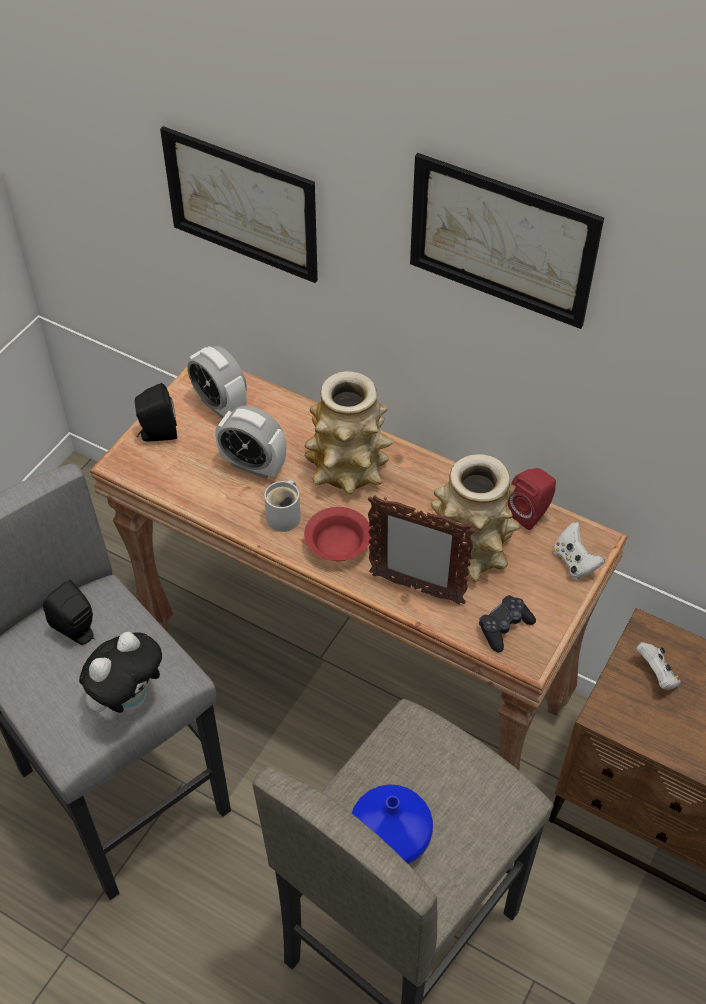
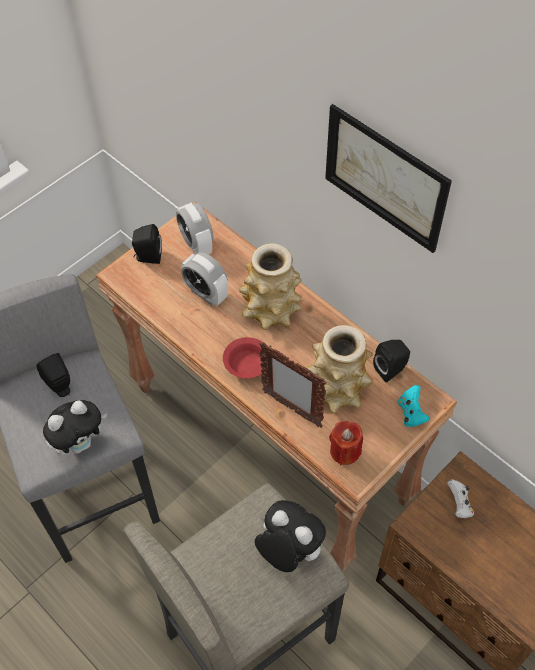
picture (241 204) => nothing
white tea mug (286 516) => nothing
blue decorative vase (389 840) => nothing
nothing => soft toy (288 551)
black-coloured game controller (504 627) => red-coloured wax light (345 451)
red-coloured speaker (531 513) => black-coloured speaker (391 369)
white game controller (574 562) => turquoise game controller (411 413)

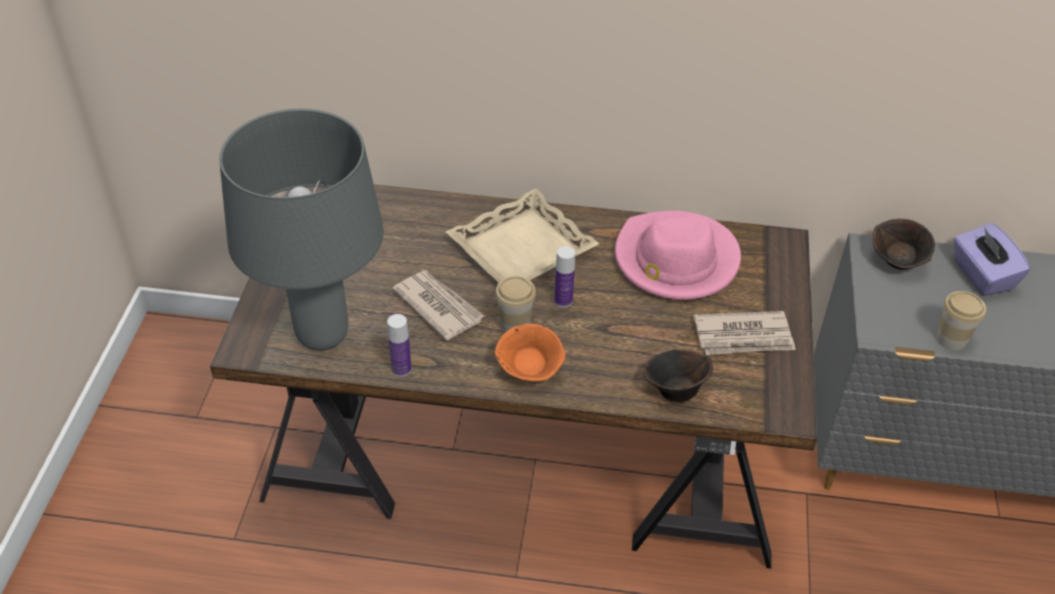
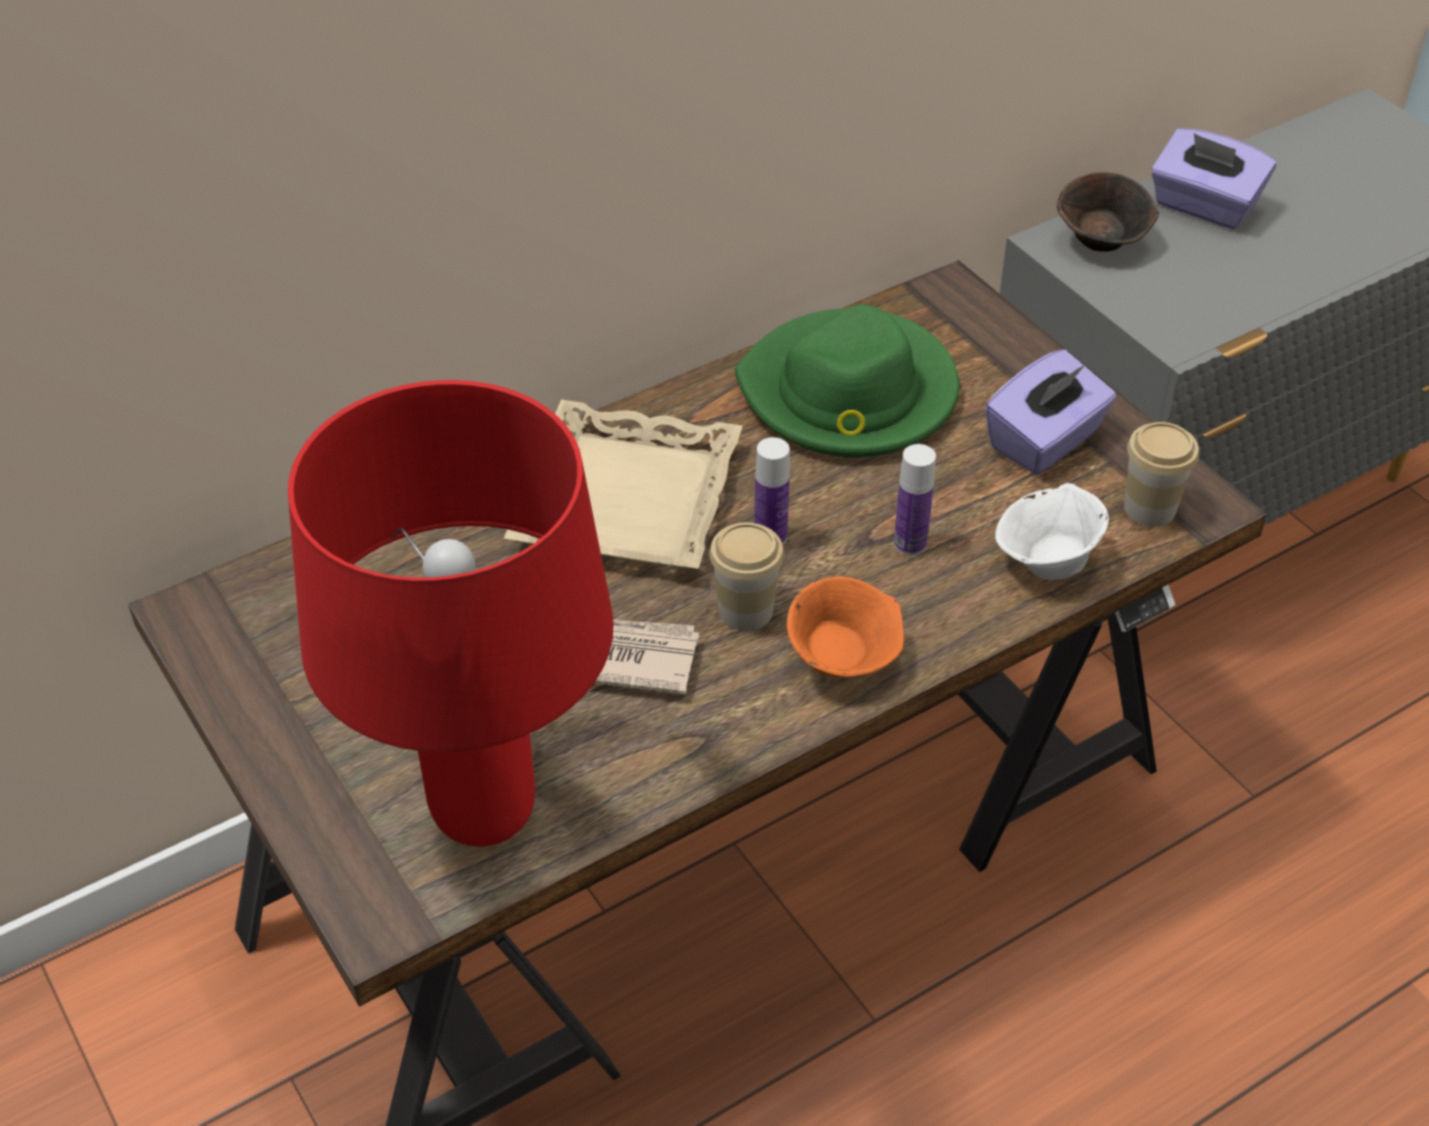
bottle (401 369) => bottle (910 543), shifted
cup (951 339) => cup (1149 508), shifted
printed paper (744 337) => purplish tissue box (1045 441)
gray lamp for a table (324 335) => red-coloured lamp for a table (486 812)
pink-coloured wearable hat (675 260) => green-coloured wearable hat (849 394)
brownish bowl (674 390) => white bowl (1046 563)

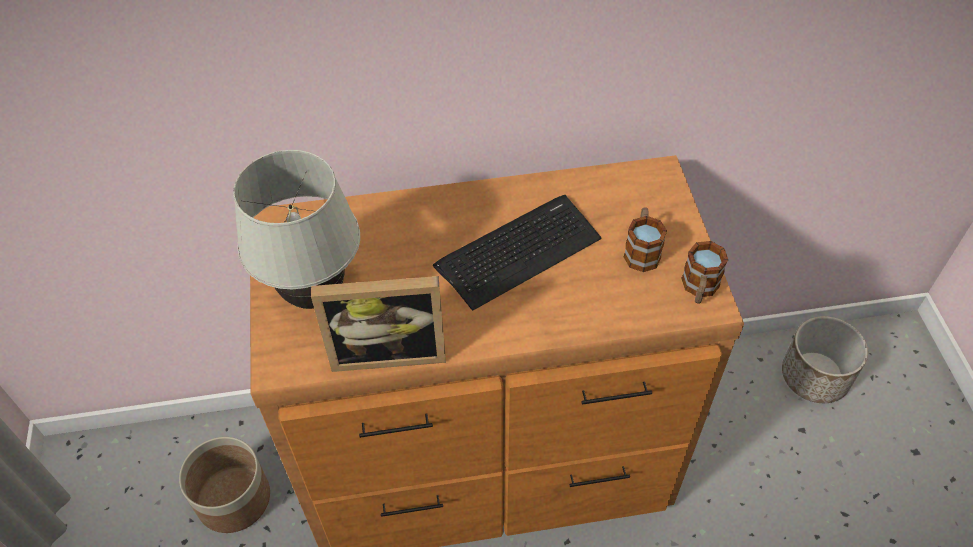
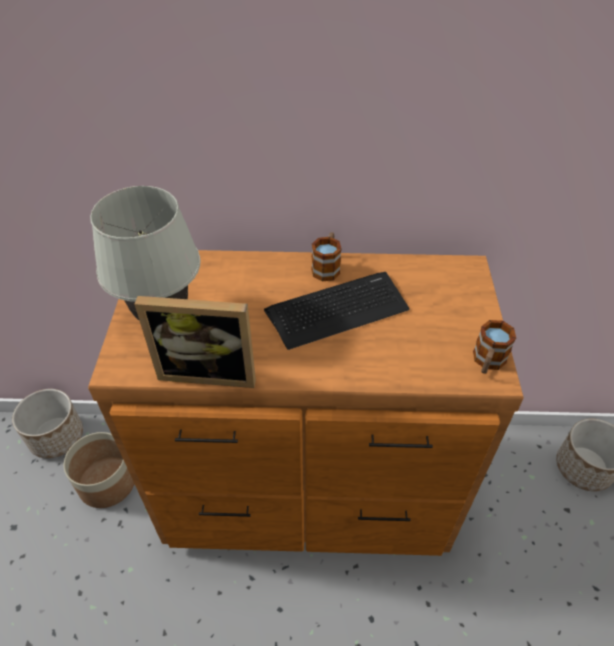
nothing => plant pot (57 437)
tea mug (641 250) => tea mug (327 267), shifted

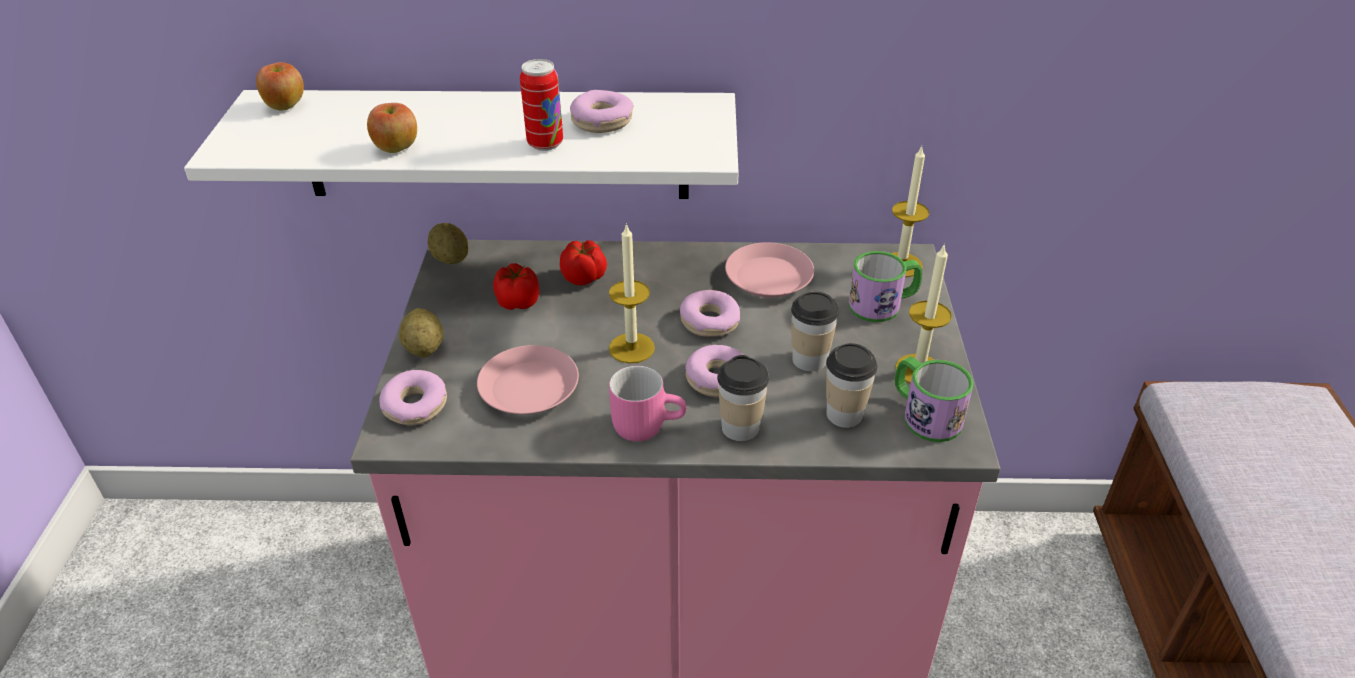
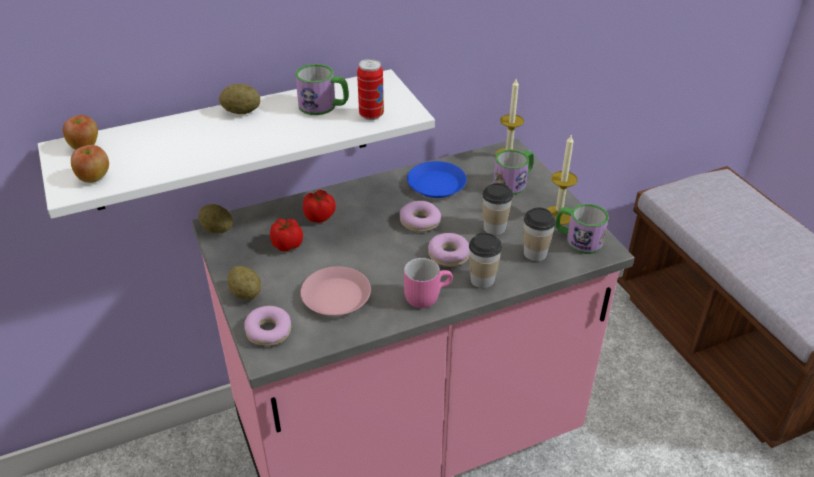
wax light (631 348) => nothing
nothing => spud (241 112)
whole apple (397 148) => whole apple (94 178), shifted
sealed can (545 144) => sealed can (371 115), shifted
donut (602 121) => tea mug (324 106)
pink-coloured flat dish (768 277) => blue flat dish (436 184)

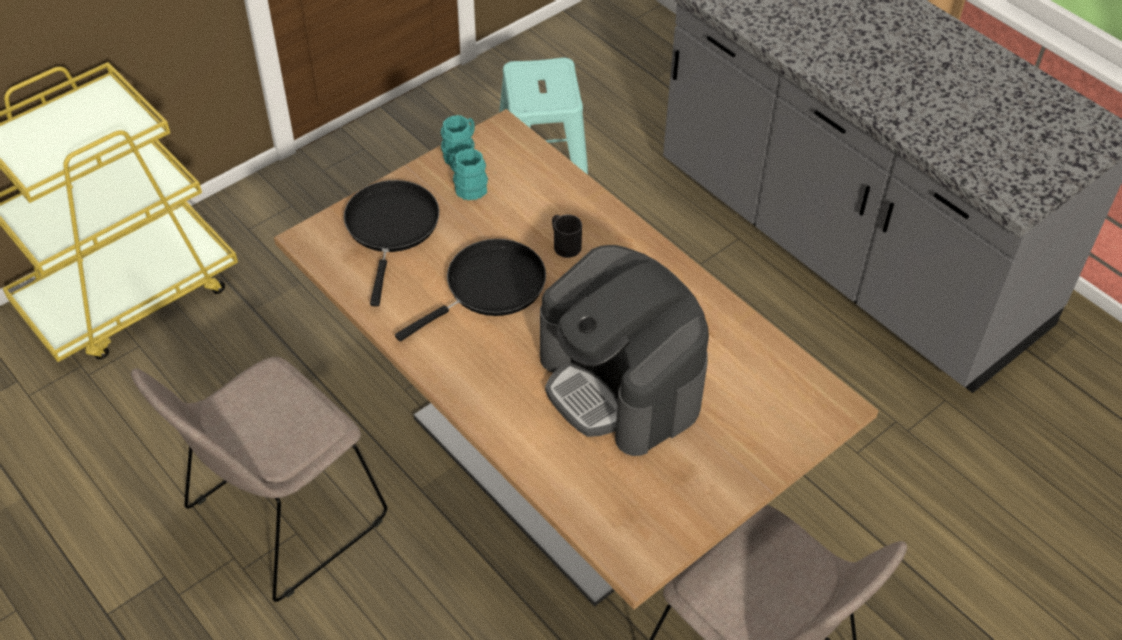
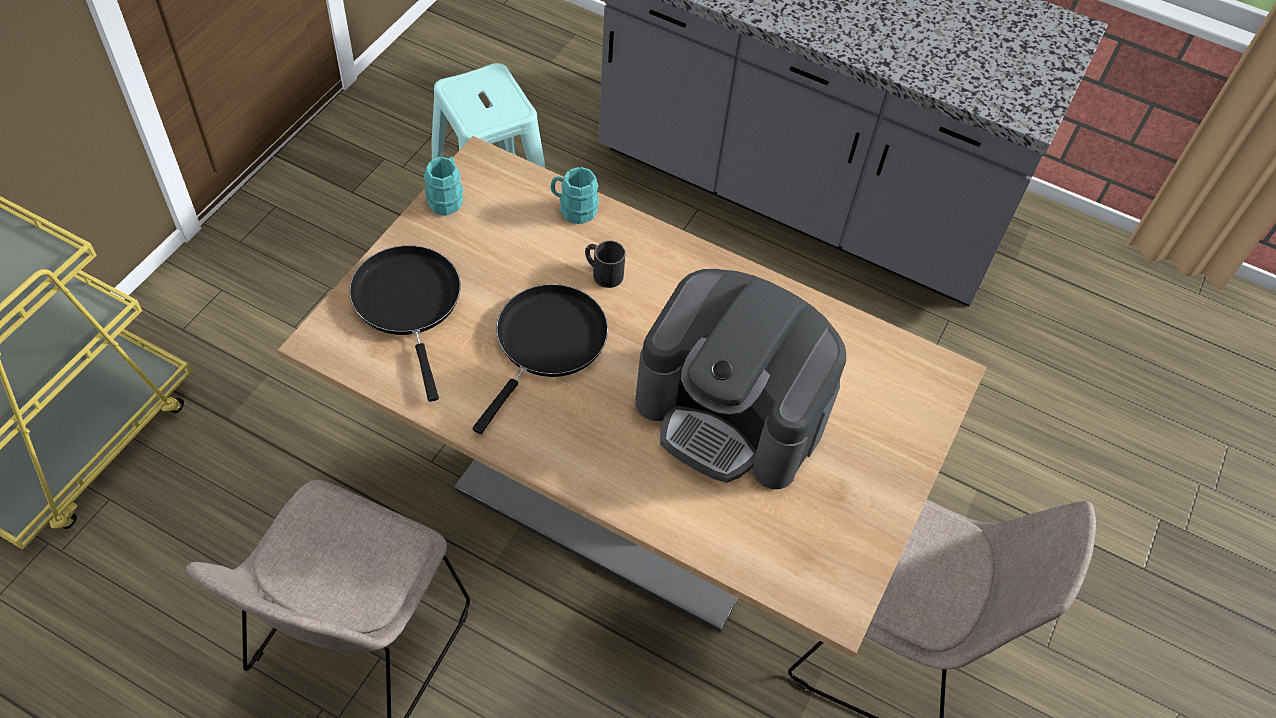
turquoise tea mug (467 187) => turquoise tea mug (573 209), shifted

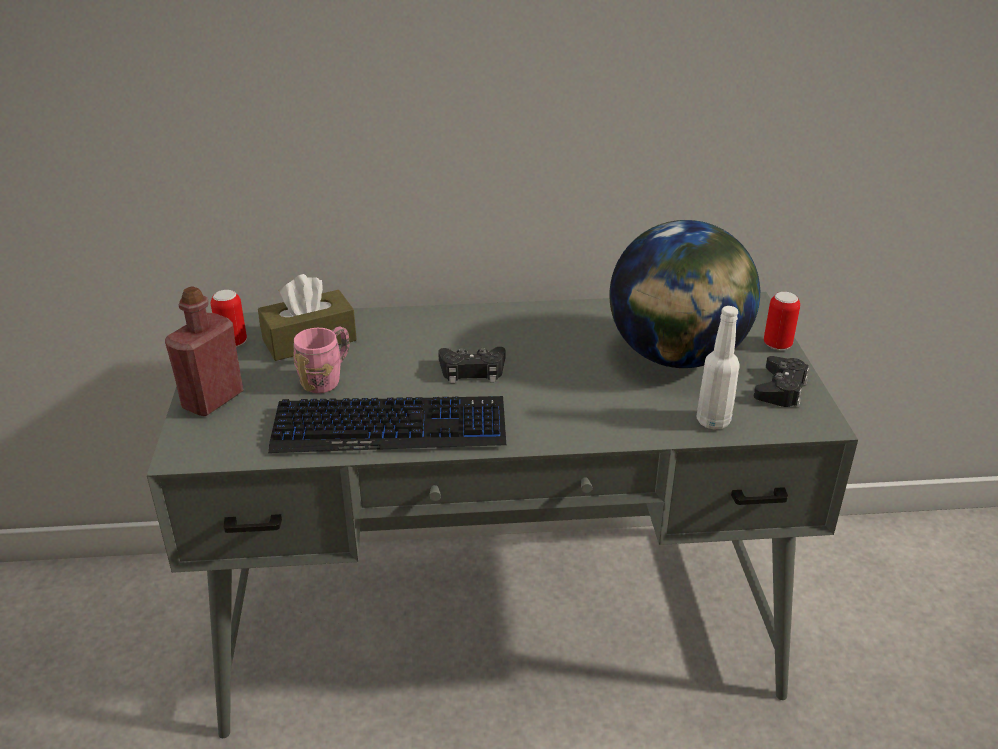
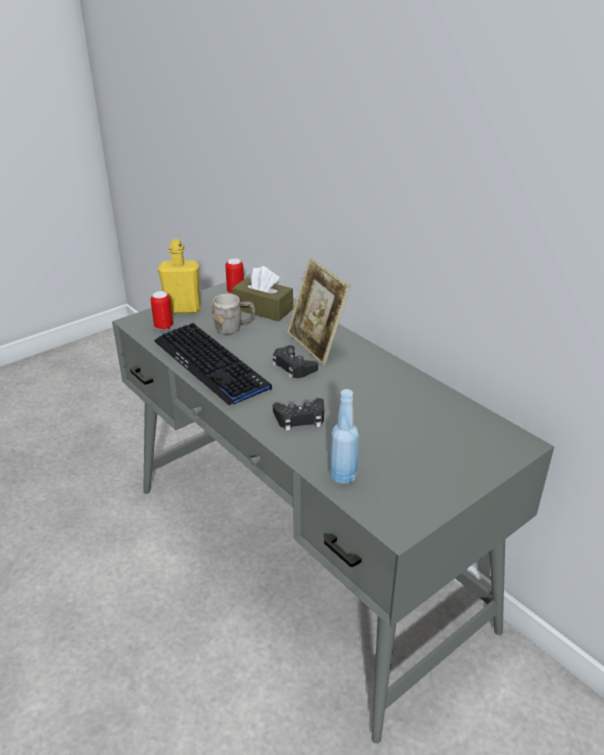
globe (676 356) => nothing
nothing => standing frame (316 346)
black-coloured game controller (781 389) => black-coloured game controller (300 418), shifted
sealed can (777 345) => sealed can (163 327), shifted
red-coloured bottle (212 400) => yellowish bottle (183 309)
pink-coloured tea mug (327 378) => gray tea mug (234 328)
white bottle (713 421) => blue bottle (343 476)

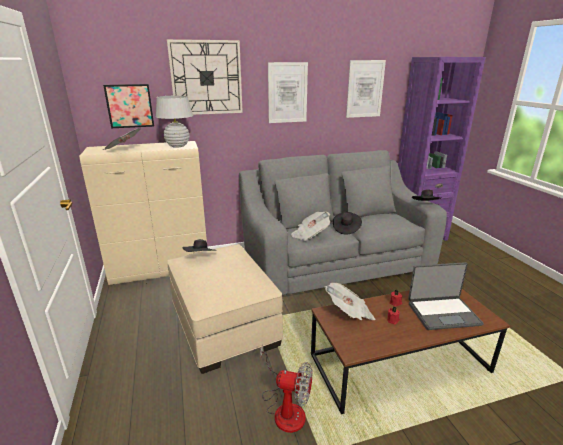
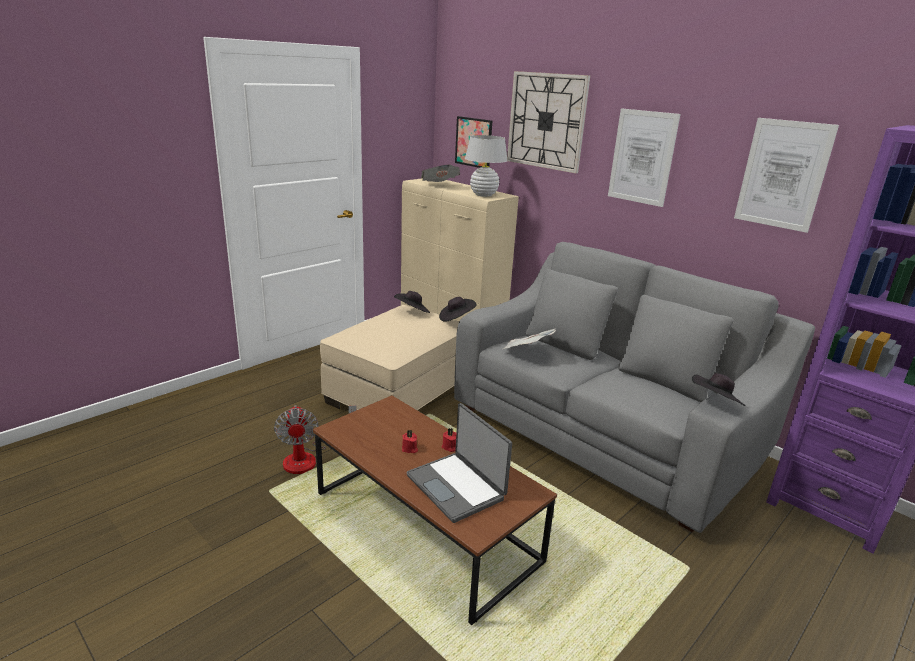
printed paper (349 313) => nothing
black-coloured wearable hat (346 229) => black-coloured wearable hat (456 318), shifted

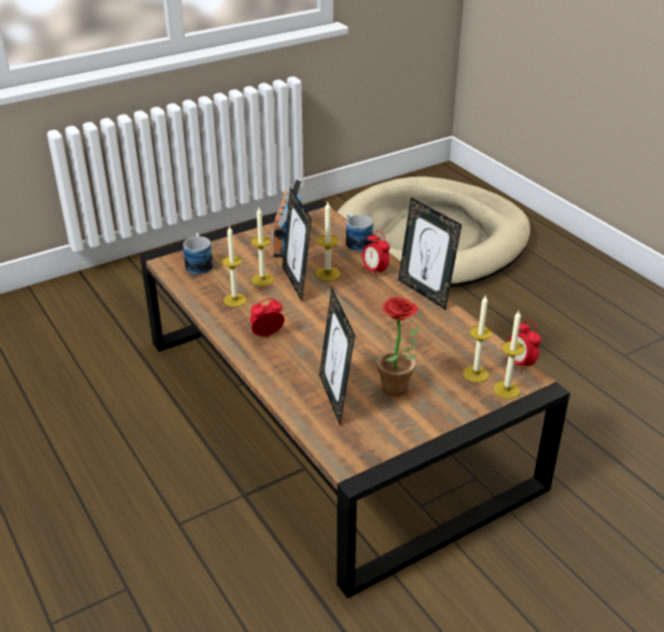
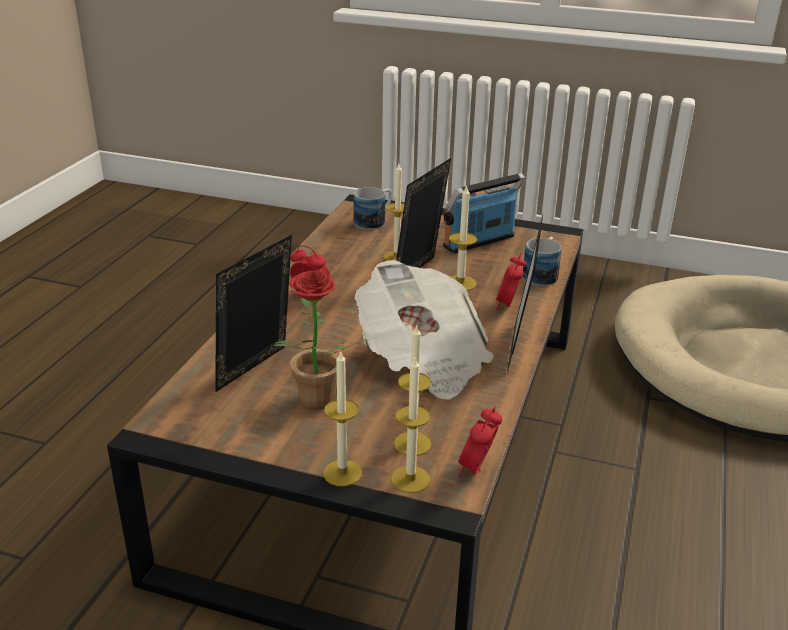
nothing => printed paper (423 359)
wax light (235 300) => wax light (342 473), shifted

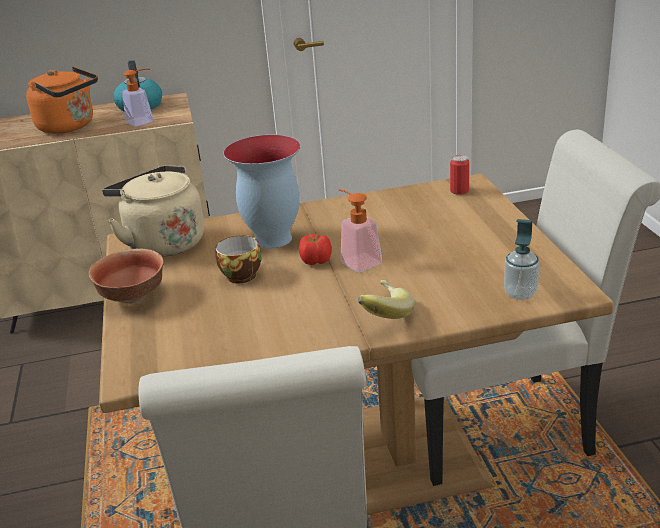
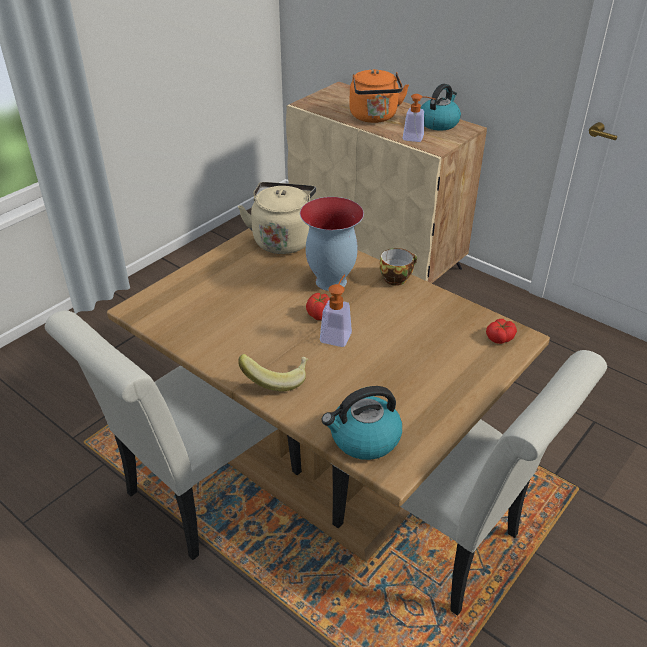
bowl (134 297) => nothing
cup (240 274) => cup (396 277), shifted
sealed can (459 191) => whole tomato (500 337)
liquid soap bottle (520 294) => water kettle (364 438)

